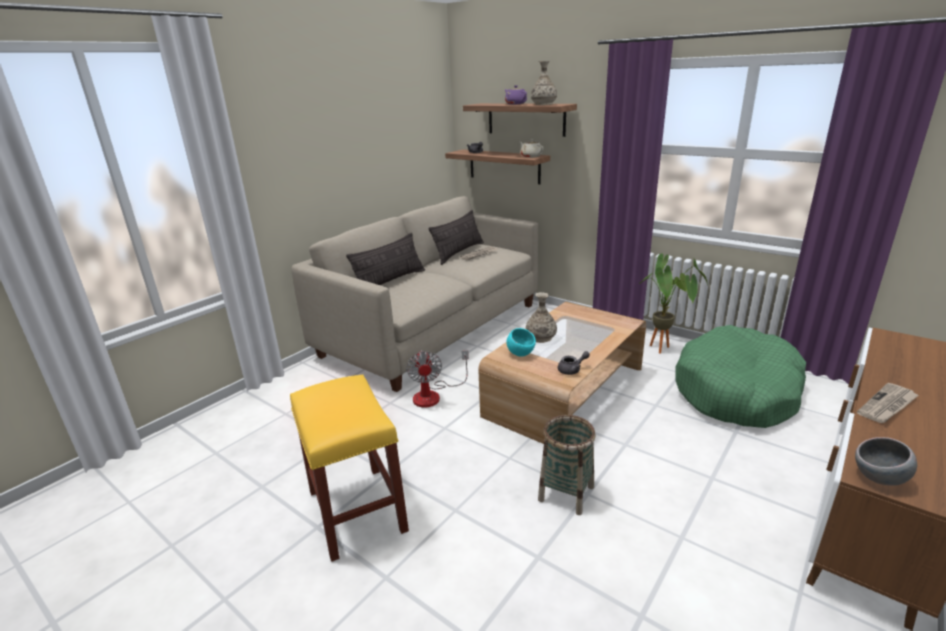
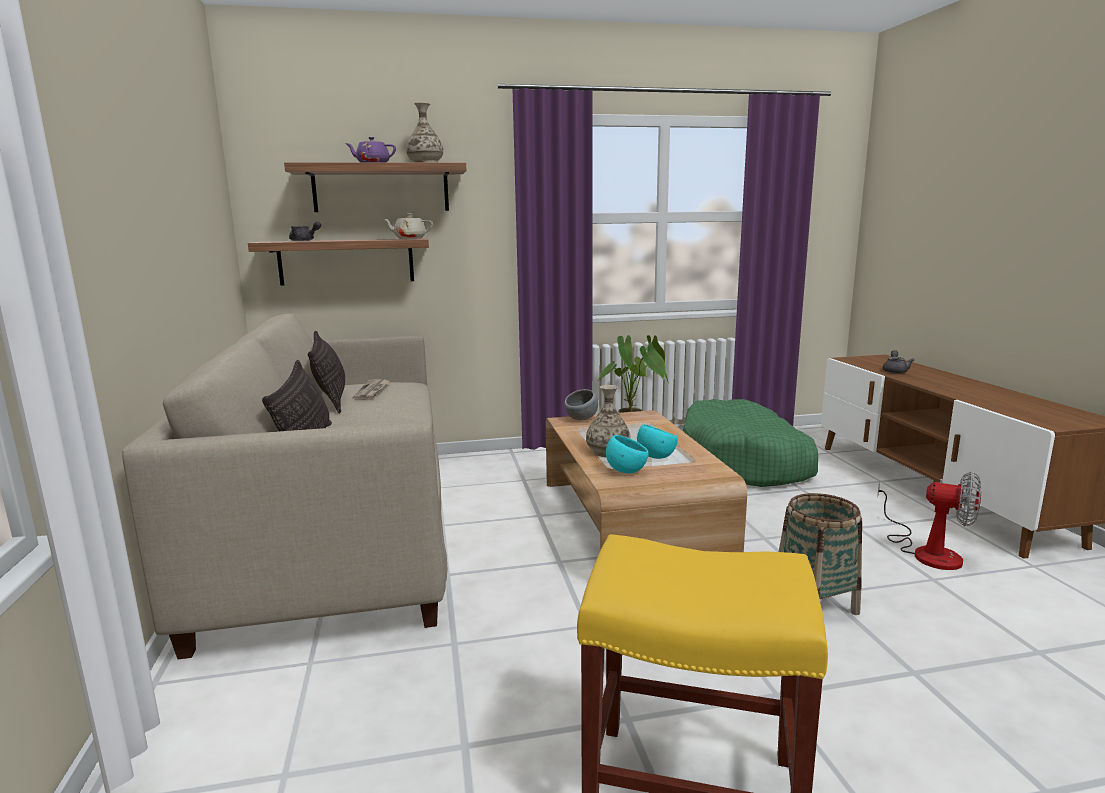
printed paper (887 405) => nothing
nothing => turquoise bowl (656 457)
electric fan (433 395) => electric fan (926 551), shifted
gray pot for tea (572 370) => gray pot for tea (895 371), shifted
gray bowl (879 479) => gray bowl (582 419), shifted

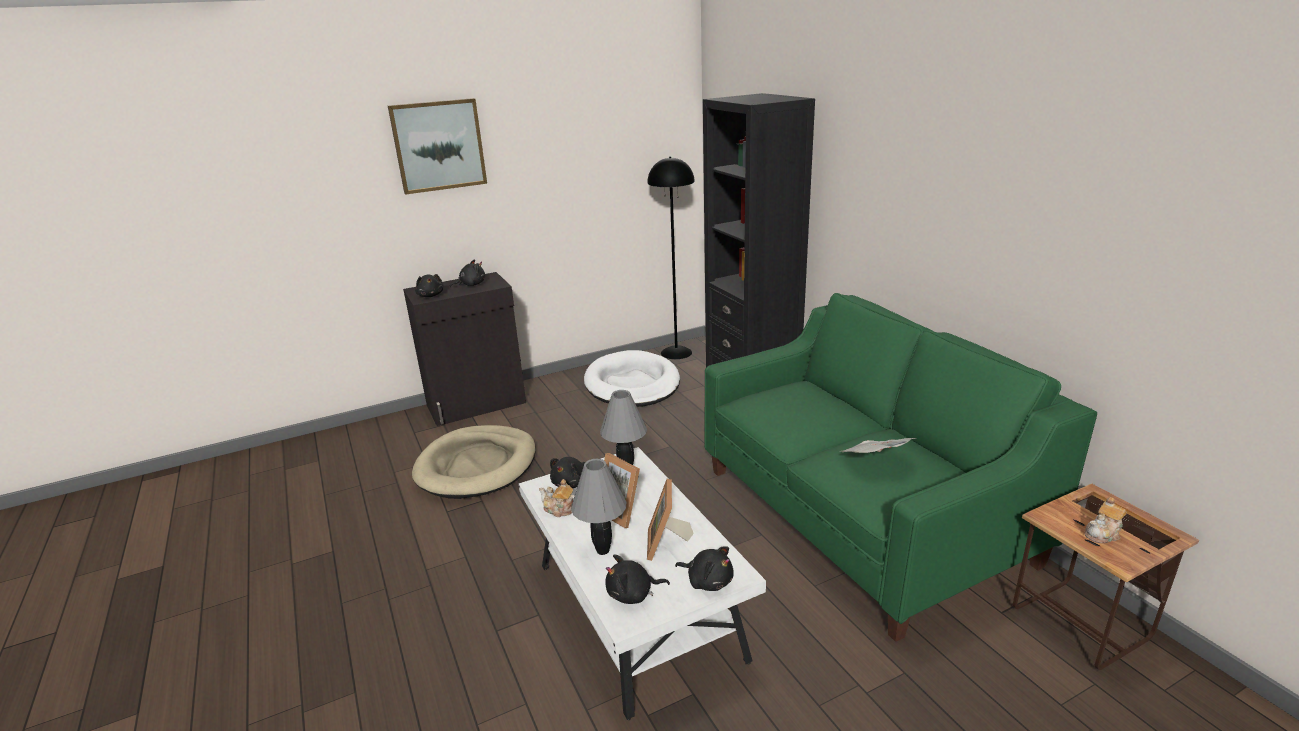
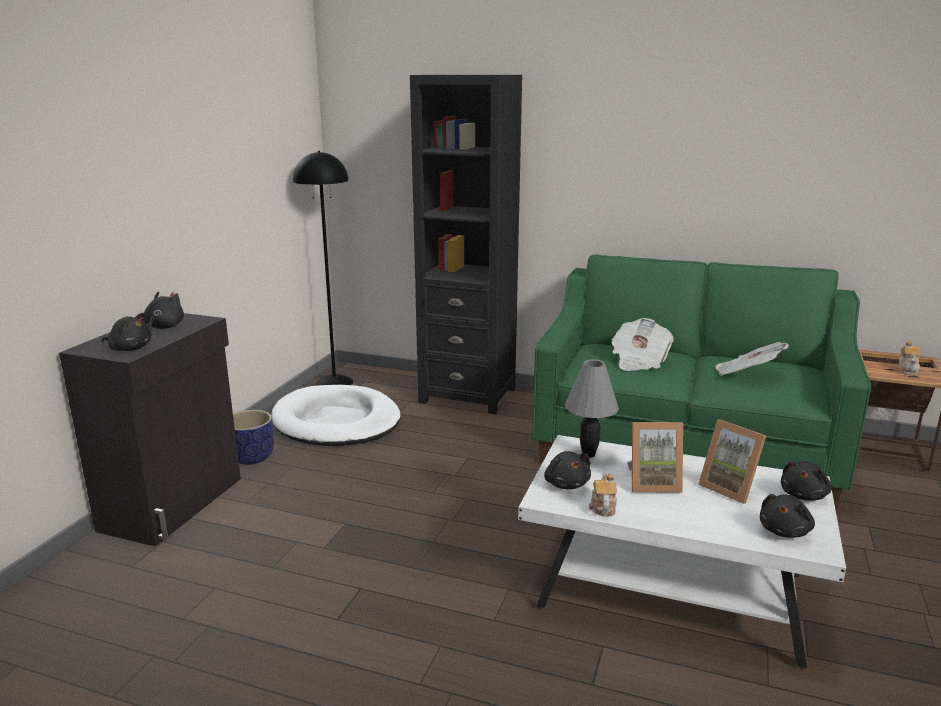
picture (438 145) => nothing
sand-coloured dog bed (477 466) => nothing
gray lamp for a table (602 551) => nothing
nothing => plant pot (251 457)
nothing => printed paper (639 361)
pot for tea (559 510) => pot for tea (602 507), 120 degrees clockwise
black-coloured soft toy (708 581) => black-coloured soft toy (804 495), 135 degrees clockwise

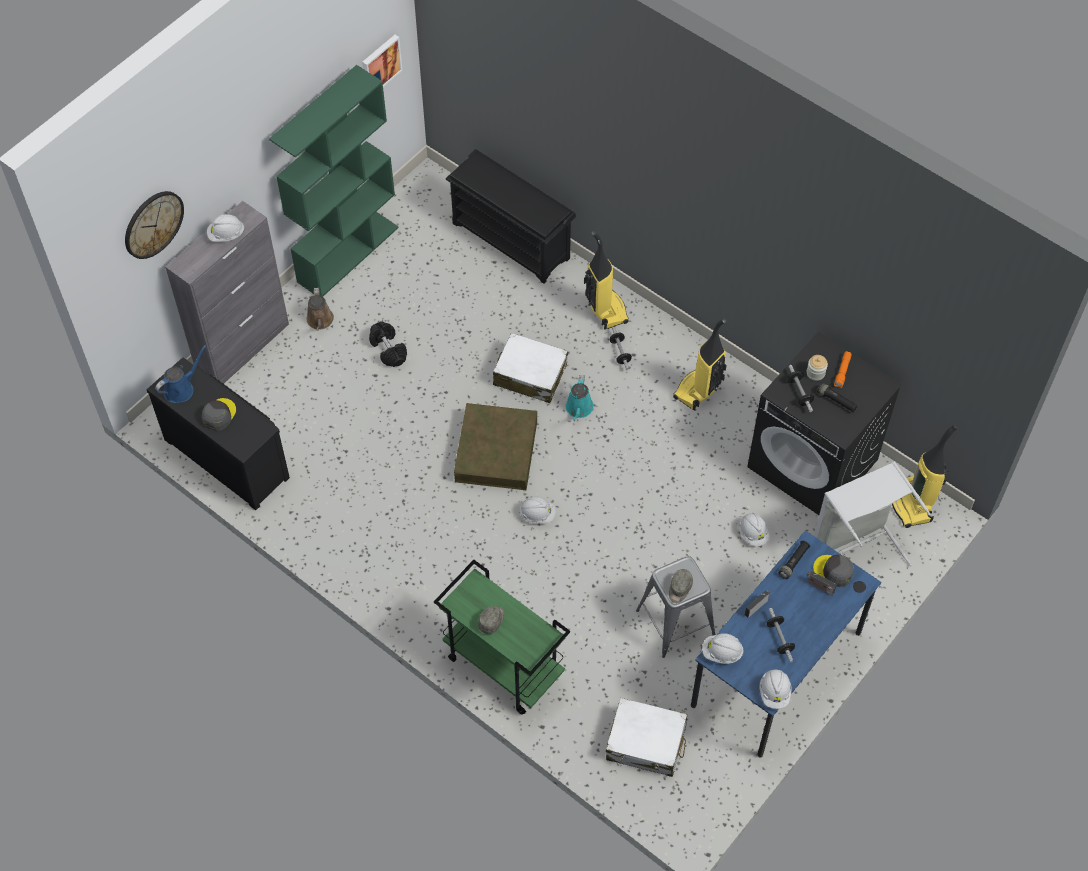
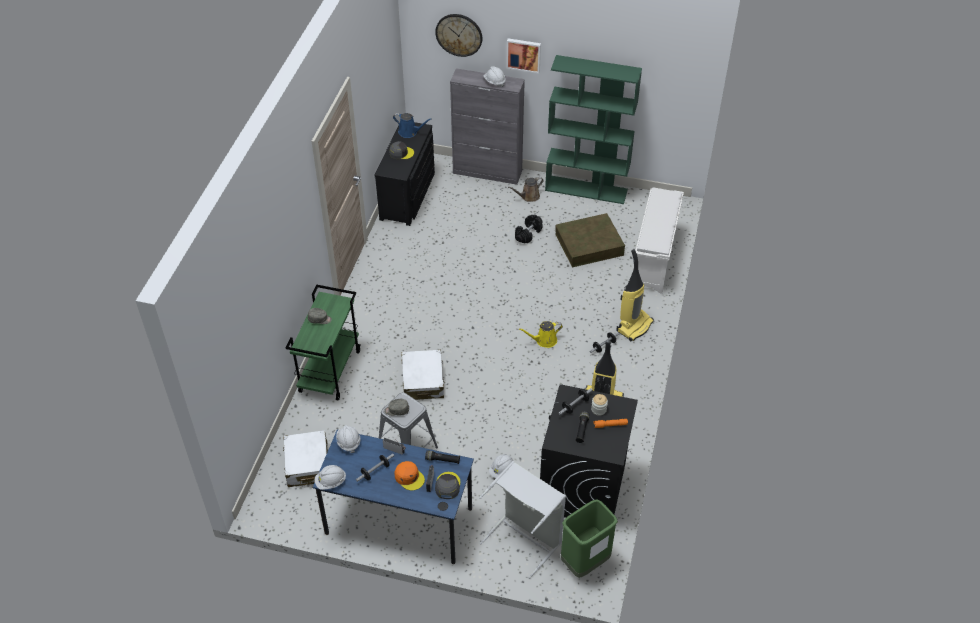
white work helmet (537 514) => nothing
nothing => orange-coloured cap (409 477)
picture (380 64) => picture (524 54), shifted
brownish storage bin (496 451) => brownish storage bin (589 245), shifted
white piece of luggage (530 375) => white piece of luggage (423 381), shifted
vacuum (911 504) => green-coloured trash can (585 562)
black-coloured shoe rack (512 241) => white shoe rack (654 260)
turquoise sprinkling can (579 409) => yellowish sprinkling can (544 340)

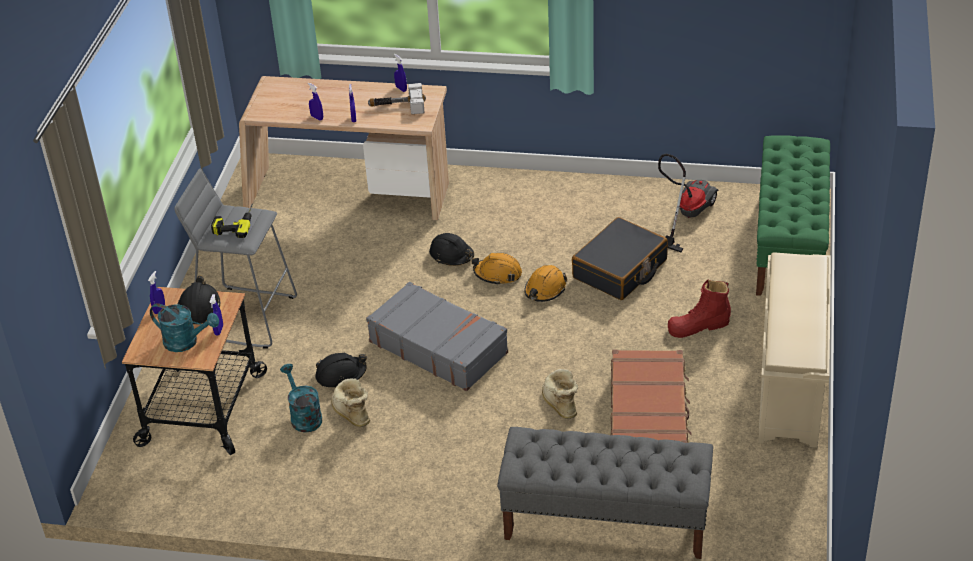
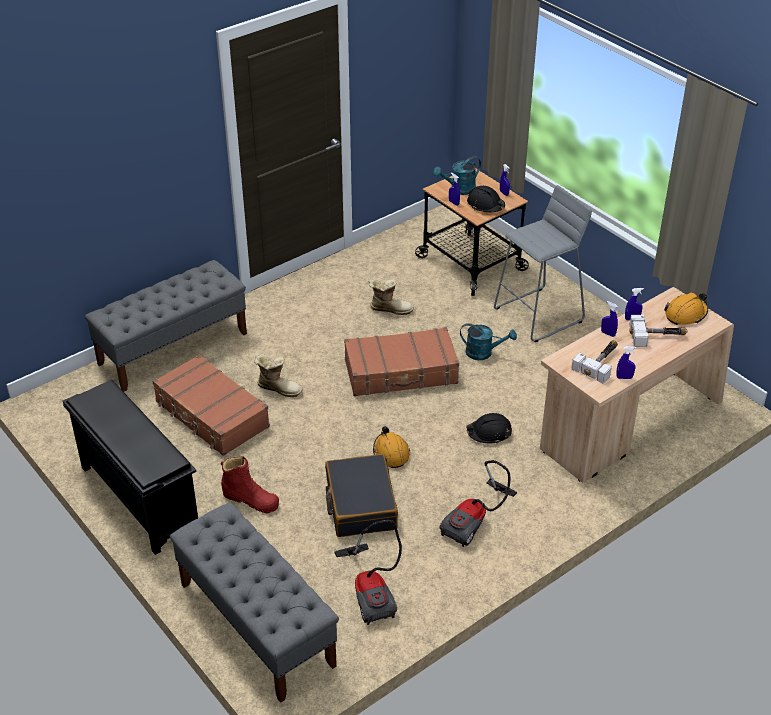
drill (234 223) => nothing
black-coloured work helmet (341 375) => nothing
nothing => vacuum (476 521)
nothing => tool hammer (657 336)
turquoise sprinkling can (303 416) => turquoise sprinkling can (484 353), shifted
orange-coloured work helmet (498 274) => orange-coloured work helmet (686 314), shifted
gray piece of luggage (438 347) => brownish piece of luggage (401 372)
green-coloured long seat (789 244) => gray long seat (256 624)
sand-coloured shoe rack (791 387) => black-coloured shoe rack (137 497)
red-coloured tall boot (698 326) => red-coloured tall boot (250 499), 90 degrees clockwise

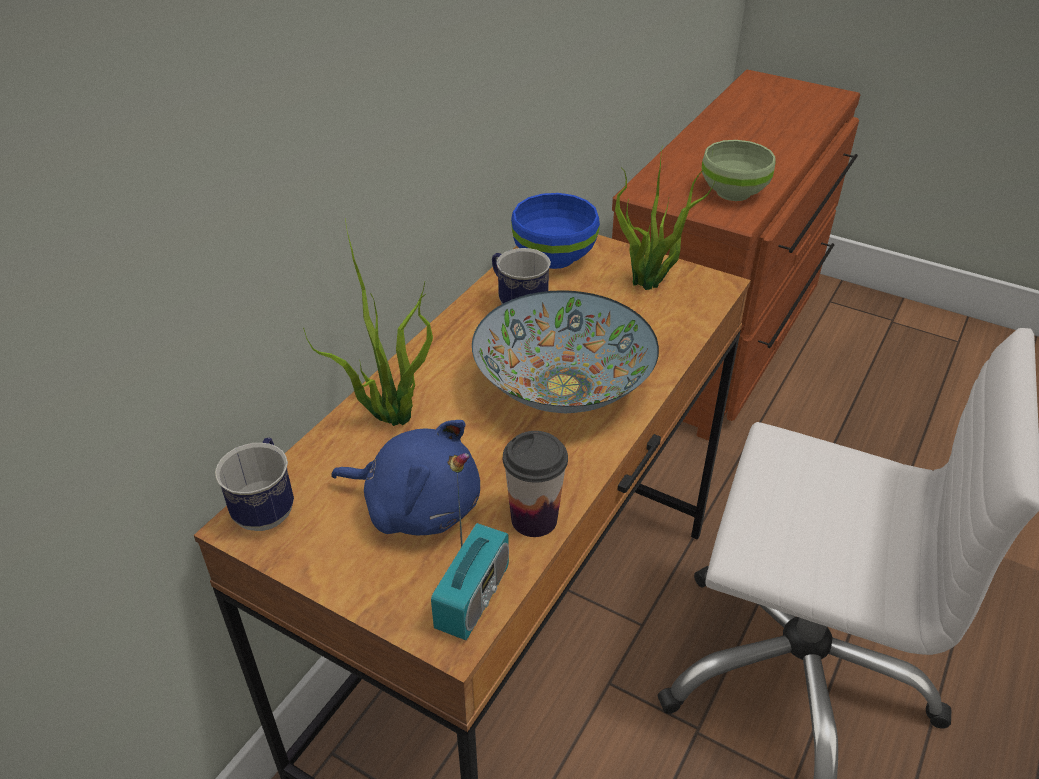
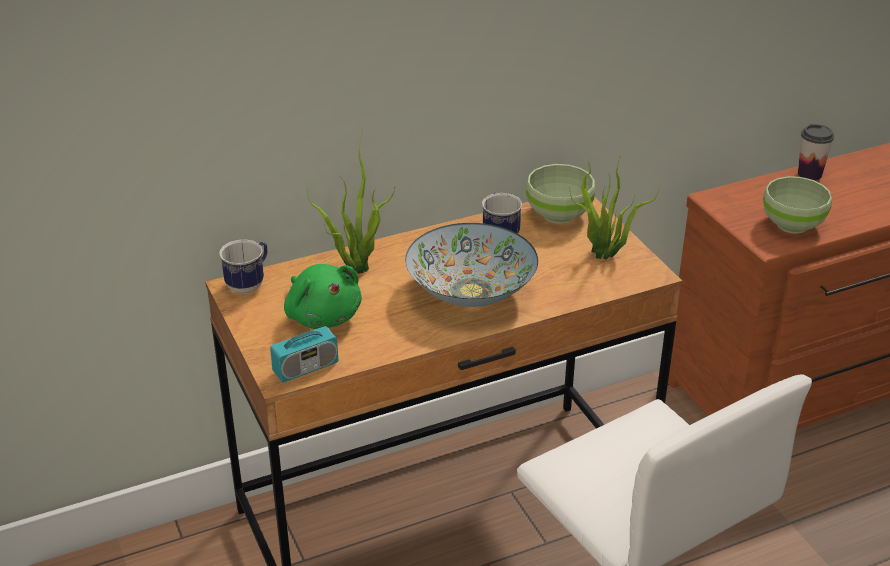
cup (534 519) => cup (809 174), shifted
blue soft toy (417 506) => green-coloured soft toy (322 315)
blue bowl (554 258) => green-coloured bowl (558 215)

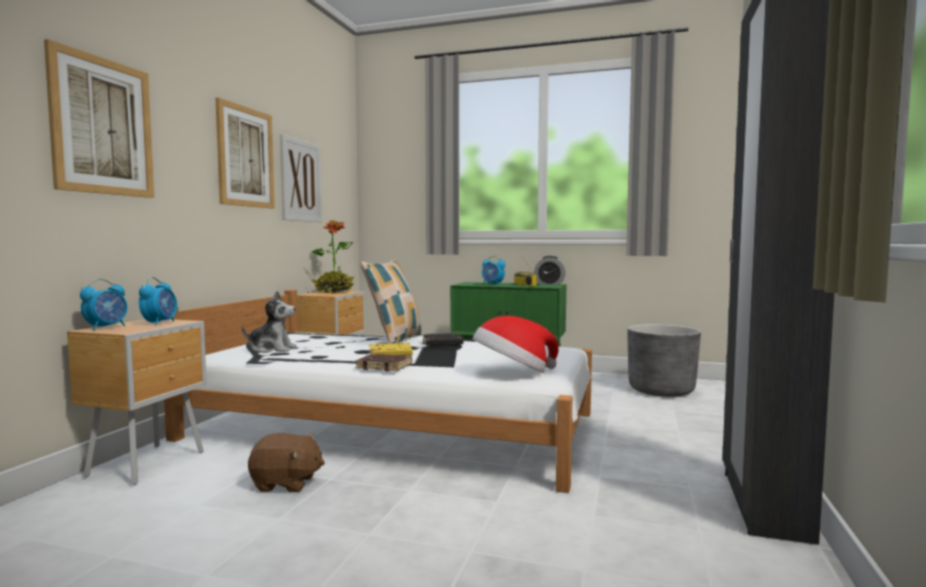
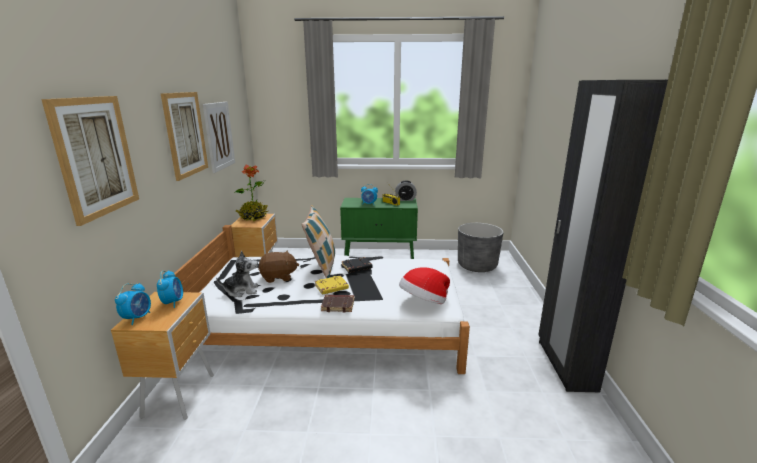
brownish soft toy (286 483) => brownish soft toy (278 277), shifted

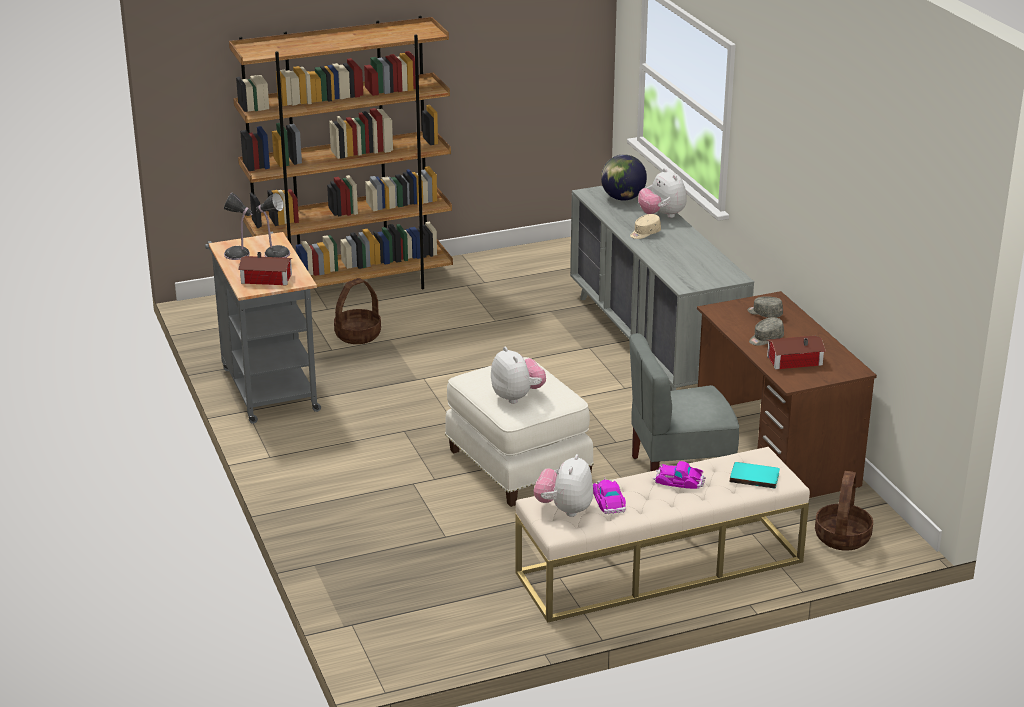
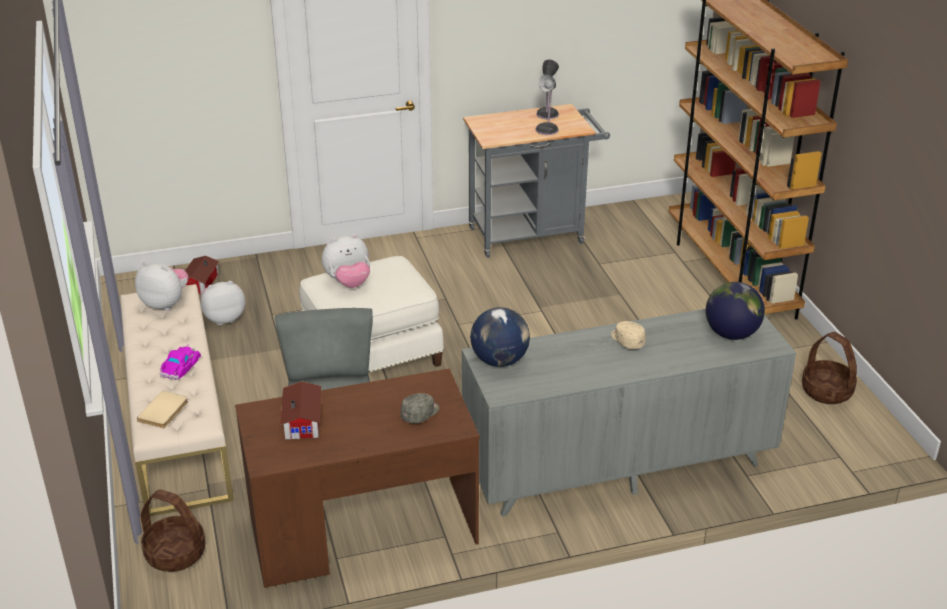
toy car (609 500) => nothing
gray cap (765 339) => nothing
nothing => globe (500 361)
miniature house (267 279) => miniature house (199 283), shifted
household basket (358 335) => household basket (827 391), shifted
soft toy (662 215) => soft toy (224 318), shifted
turquoise book (754 476) => sand-coloured book (165 412)

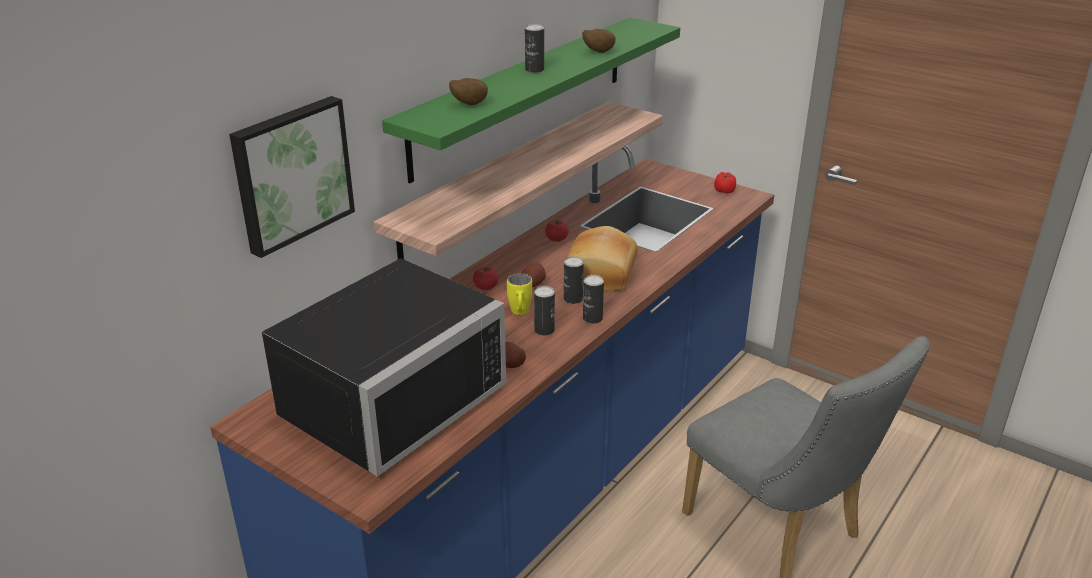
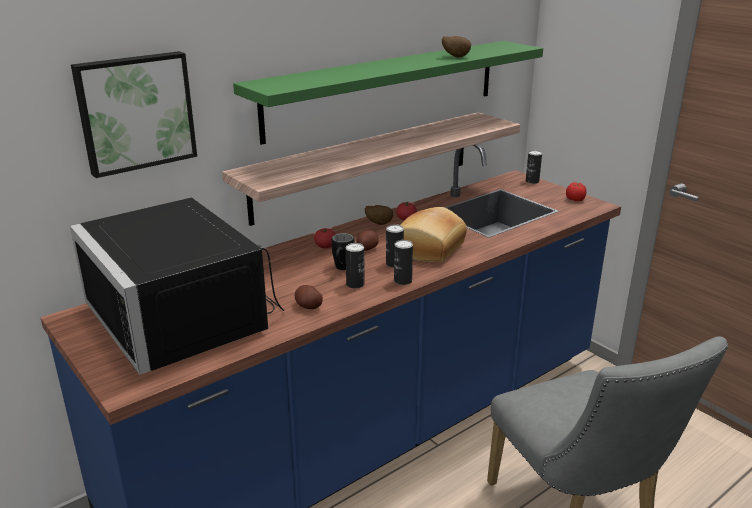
spud (468 104) => spud (379 223), shifted
sealed can (534 70) => sealed can (532 181), shifted
yellowish tea mug (520 313) => black-coloured tea mug (342 269)
black-coloured microwave oven (384 397) => black-coloured microwave oven (188 316), 90 degrees clockwise

